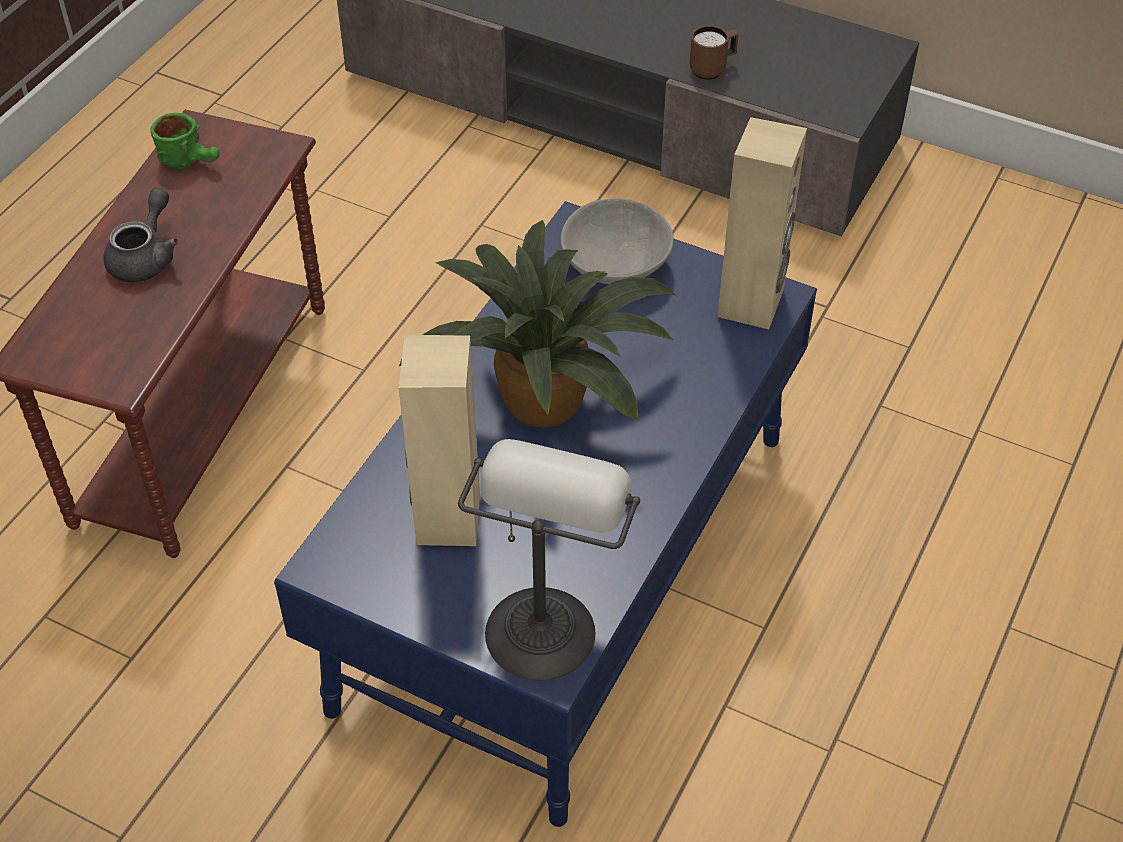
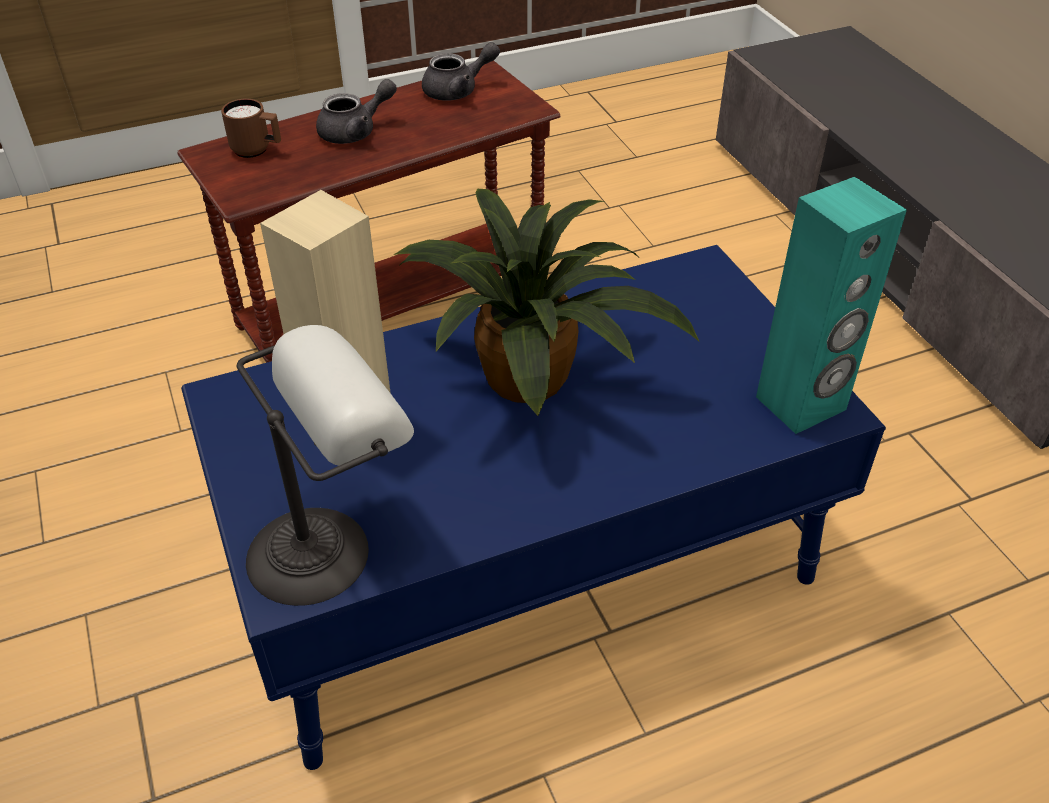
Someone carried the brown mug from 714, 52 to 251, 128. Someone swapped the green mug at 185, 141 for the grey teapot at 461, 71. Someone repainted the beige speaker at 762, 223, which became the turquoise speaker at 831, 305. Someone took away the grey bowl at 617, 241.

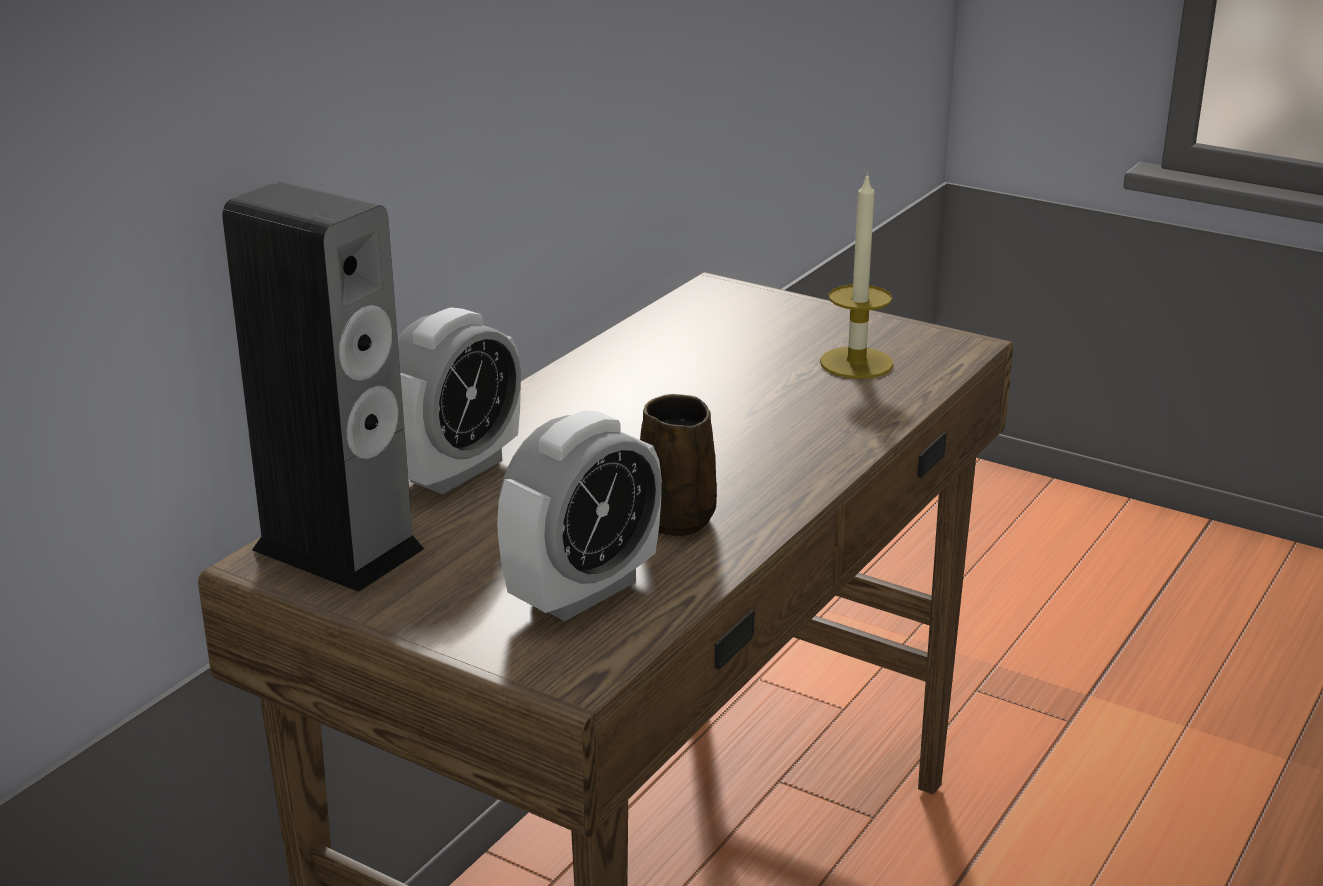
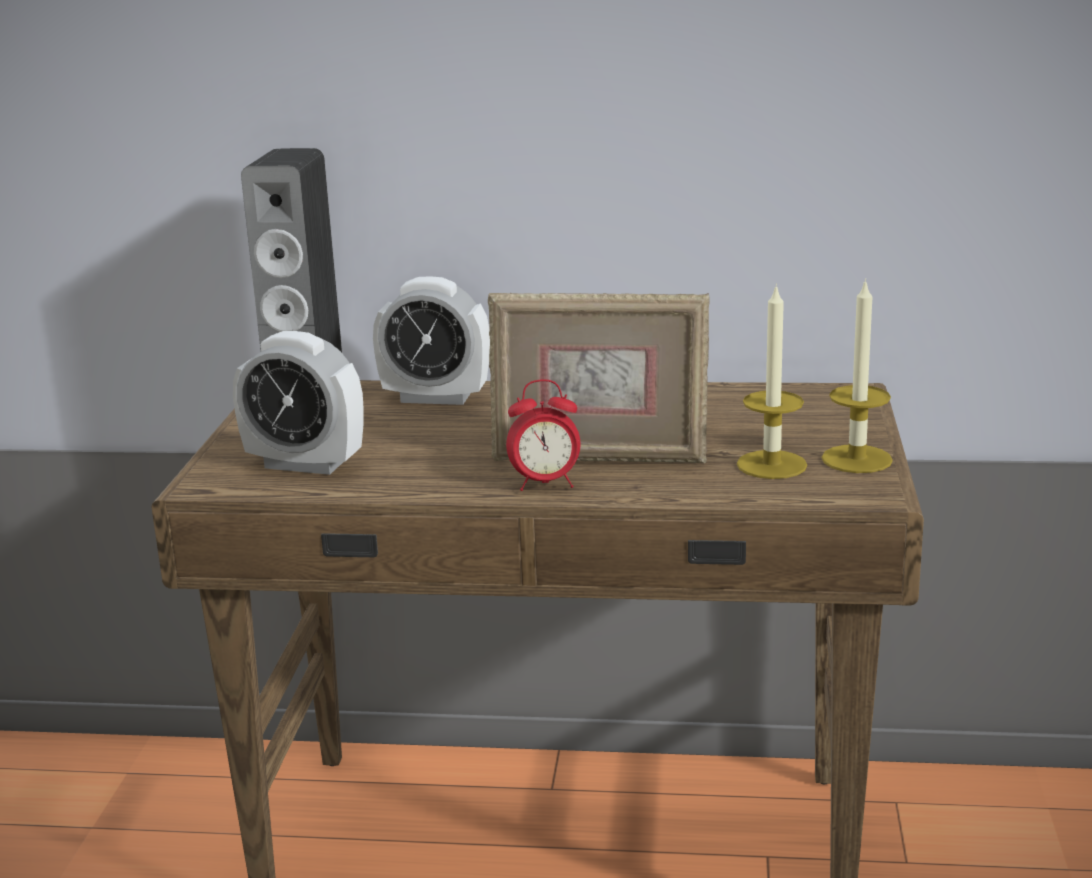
Someone took away the brown mug at 678, 465. Someone put down the candle at 857, 375. Someone put down the picture frame at 598, 378. Someone put down the alarm clock at 543, 435.

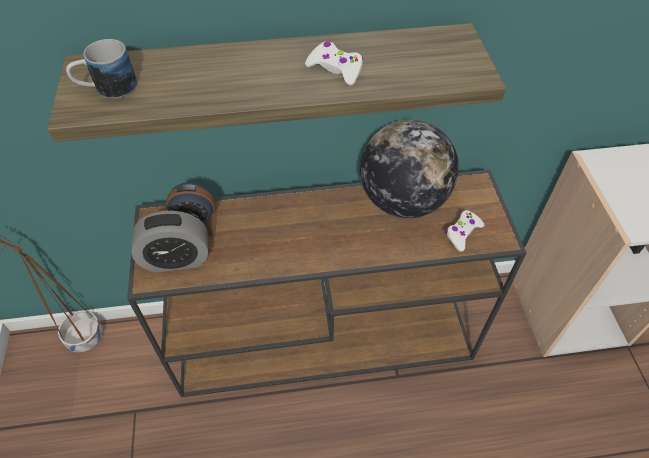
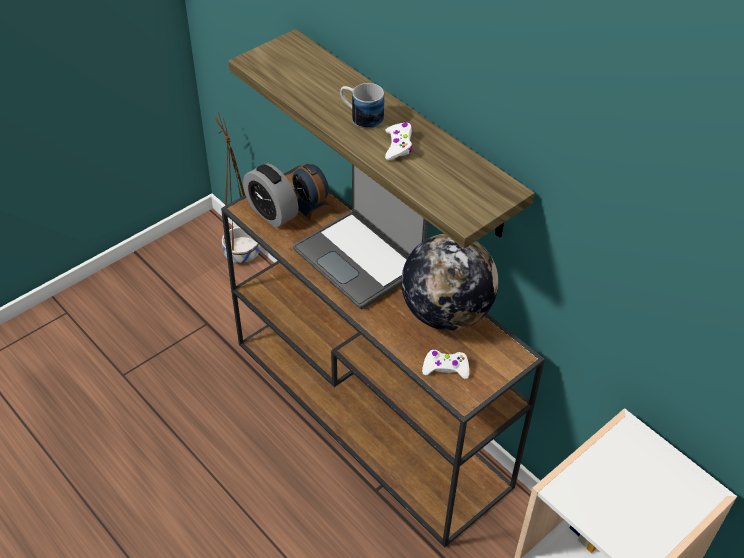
Someone carried the mug from 101, 69 to 362, 106. Someone put down the laptop at 360, 236.

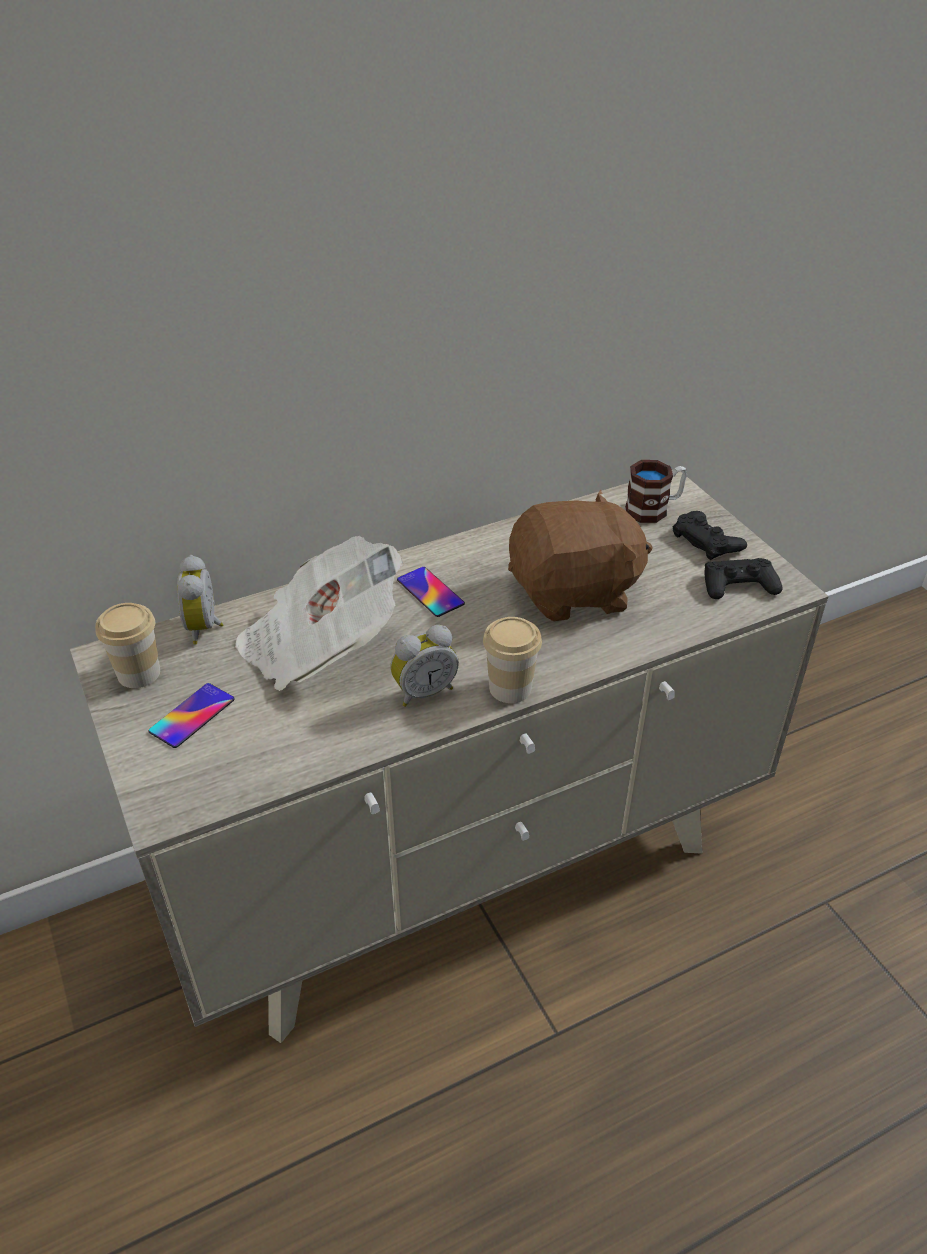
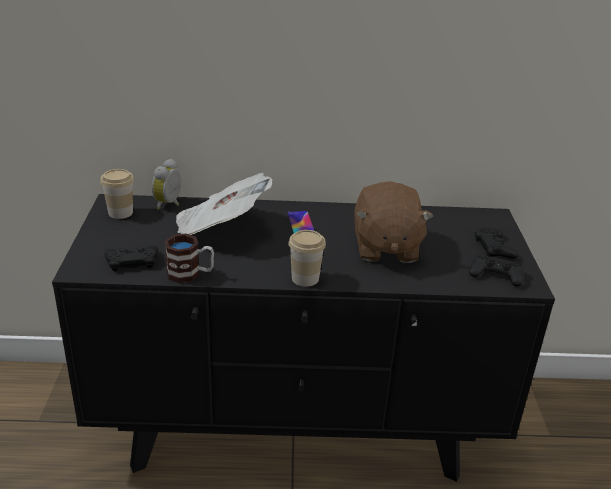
Someone carried the mug from 656, 491 to 189, 258. Someone repainted the beige dresser at 449, 756, which became the black dresser at 303, 338. Someone rotated the brown plush toy at 580, 556 by 75 degrees clockwise. Someone took away the alarm clock at 424, 666. Someone took away the phone at 191, 715. Someone put down the black game controller at 131, 258.

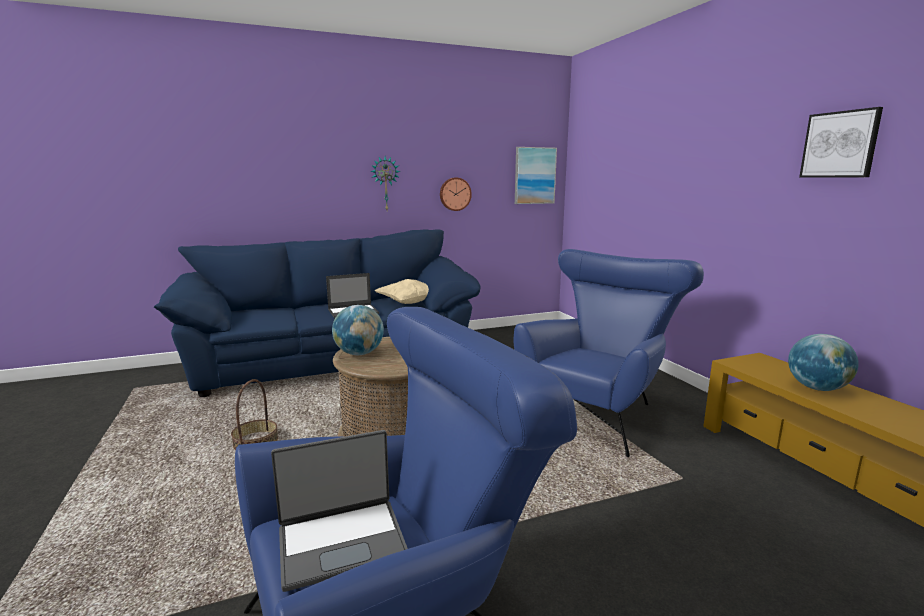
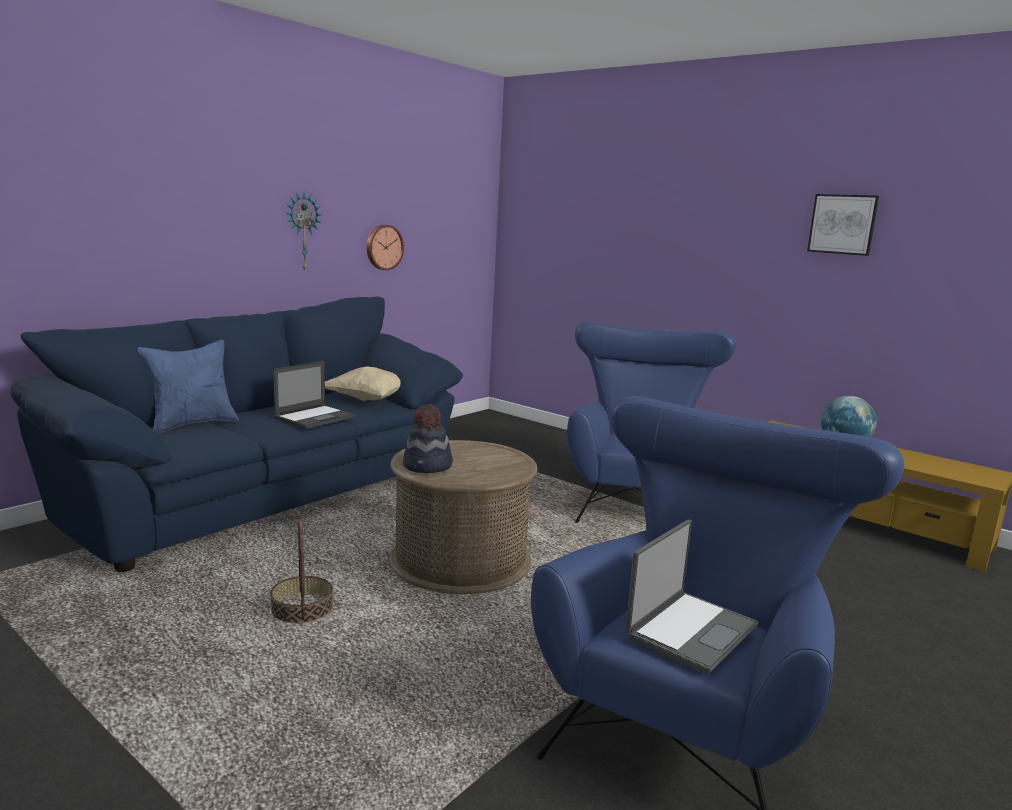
Someone took away the picture at 536, 175. Someone swapped the globe at 358, 330 for the hat at 428, 438. Someone put down the blue pillow at 188, 387.

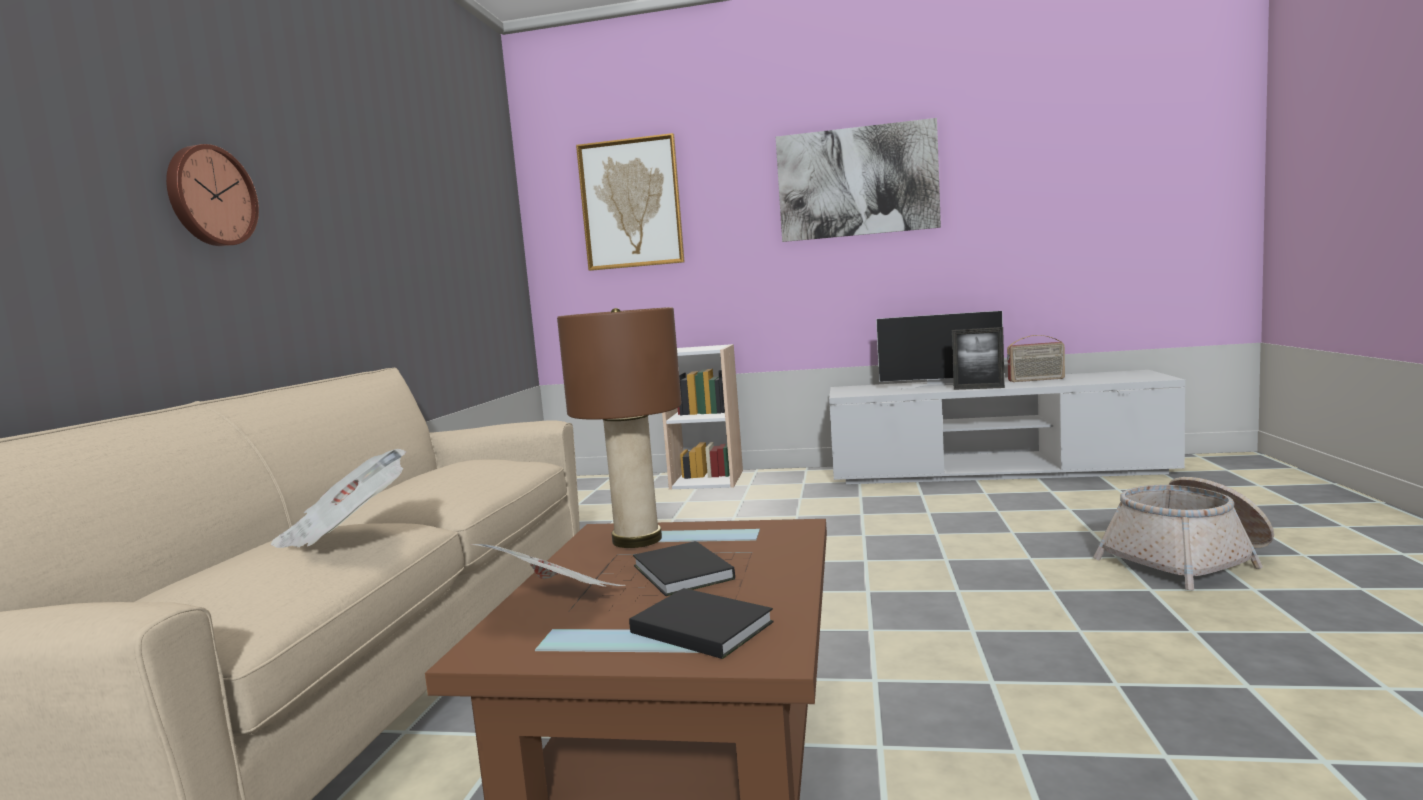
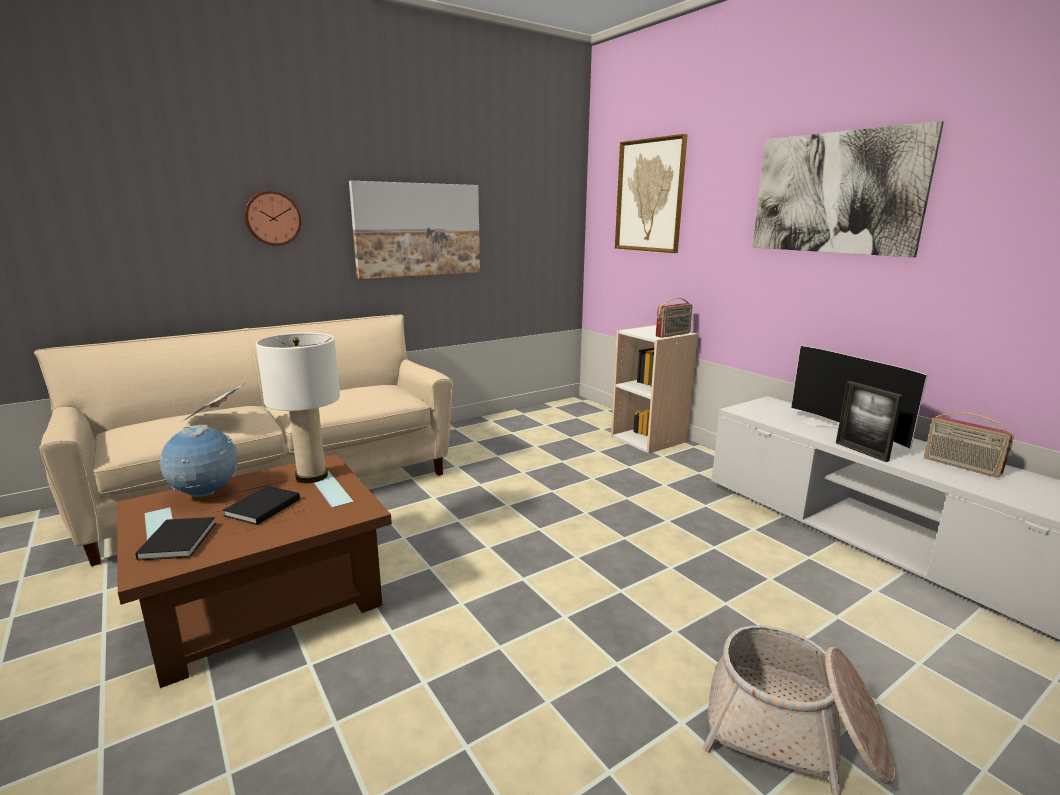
Someone repainted the brown table lamp at 619, 427, which became the white table lamp at 298, 408. Someone swapped the newspaper at 548, 565 for the globe at 198, 461. Someone put up the picture at 414, 230. Someone put down the radio at 674, 318.

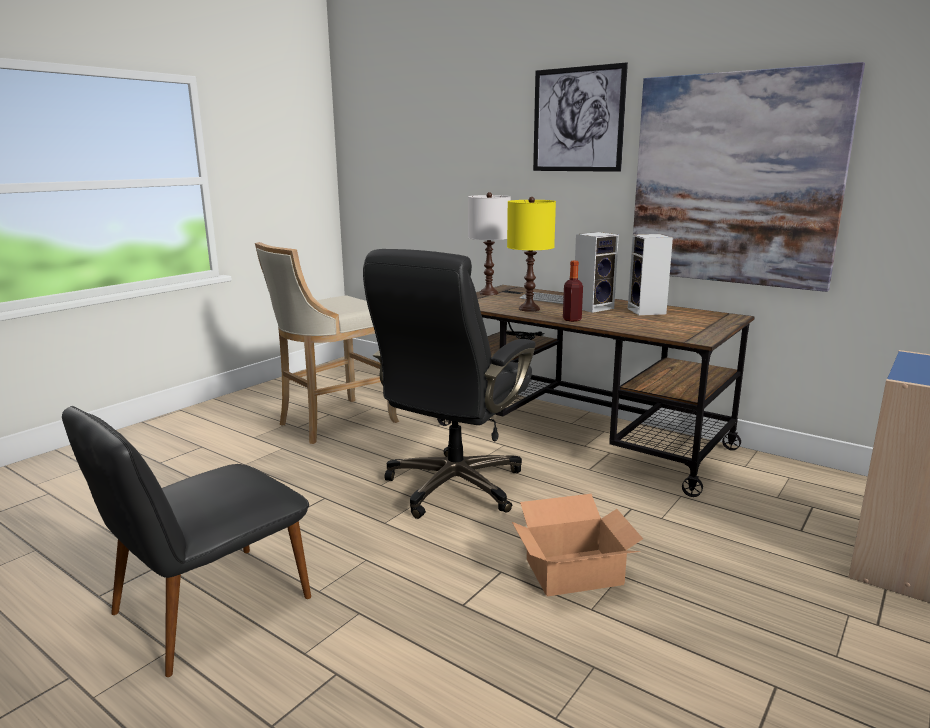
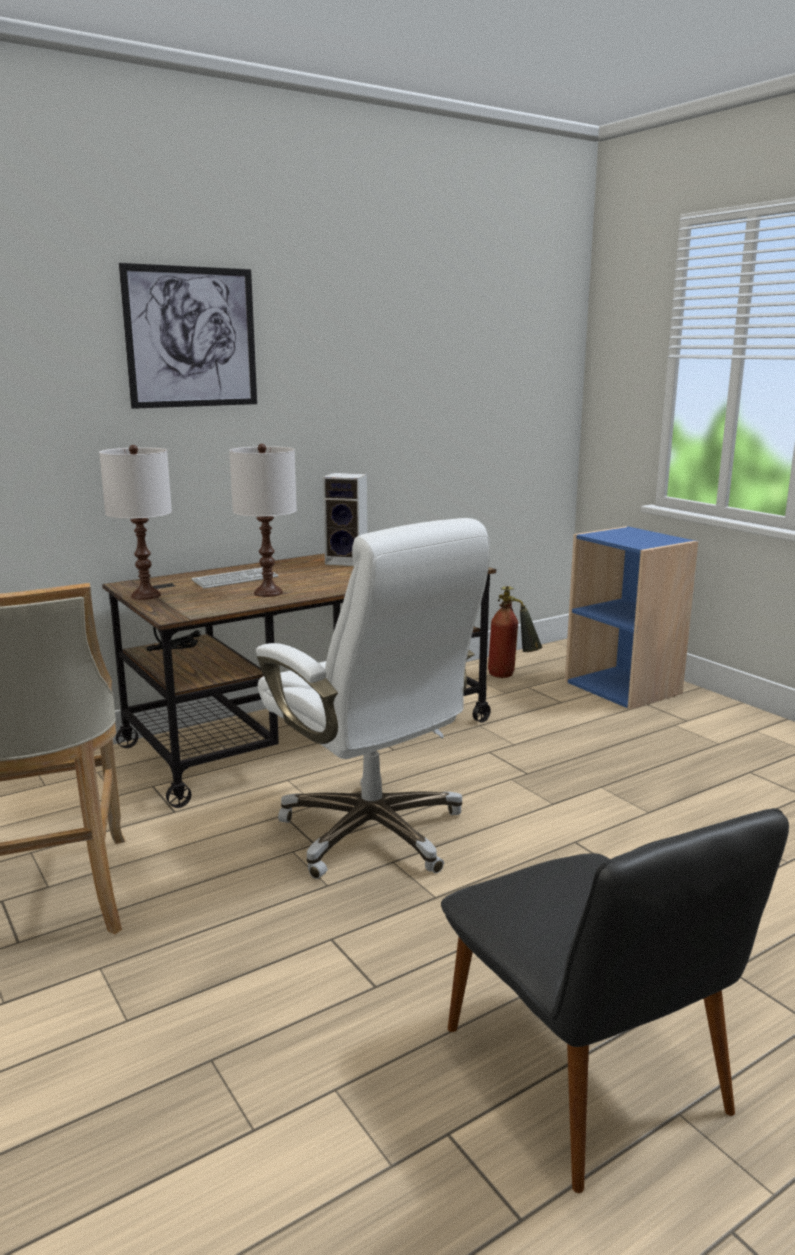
Someone took away the picture at 749, 177. Someone repainted the yellow table lamp at 531, 254, which became the white table lamp at 263, 520. Someone took away the speaker at 597, 272. Someone repainted the black office chair at 449, 384, which became the white office chair at 373, 698. Someone took away the bottle at 573, 291. Someone took away the cardboard box at 577, 545. Someone put down the fire extinguisher at 515, 632.

